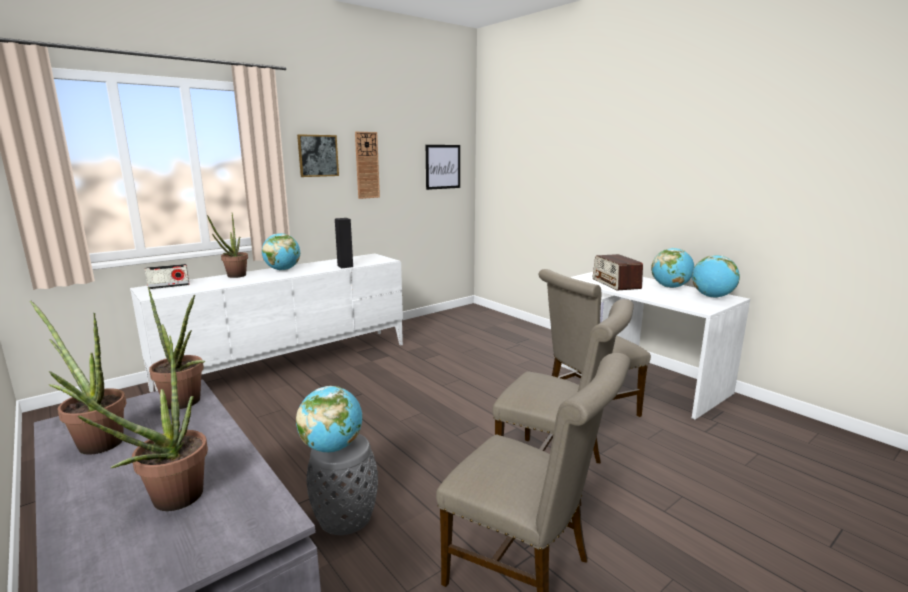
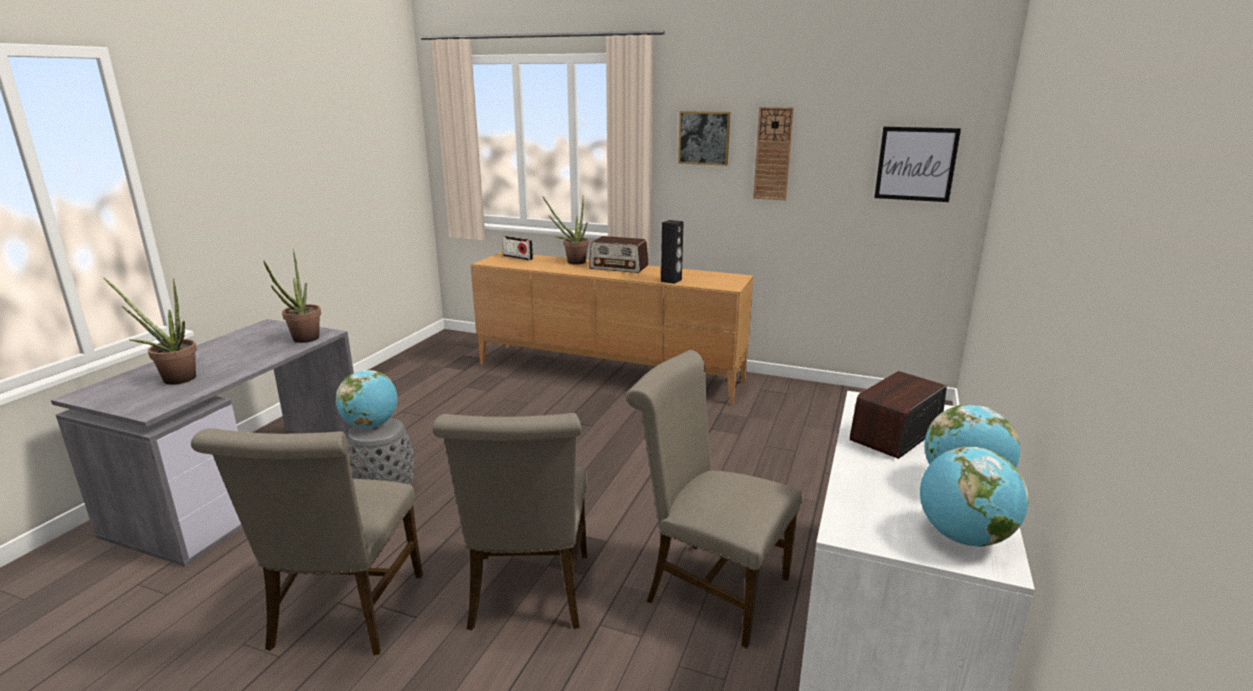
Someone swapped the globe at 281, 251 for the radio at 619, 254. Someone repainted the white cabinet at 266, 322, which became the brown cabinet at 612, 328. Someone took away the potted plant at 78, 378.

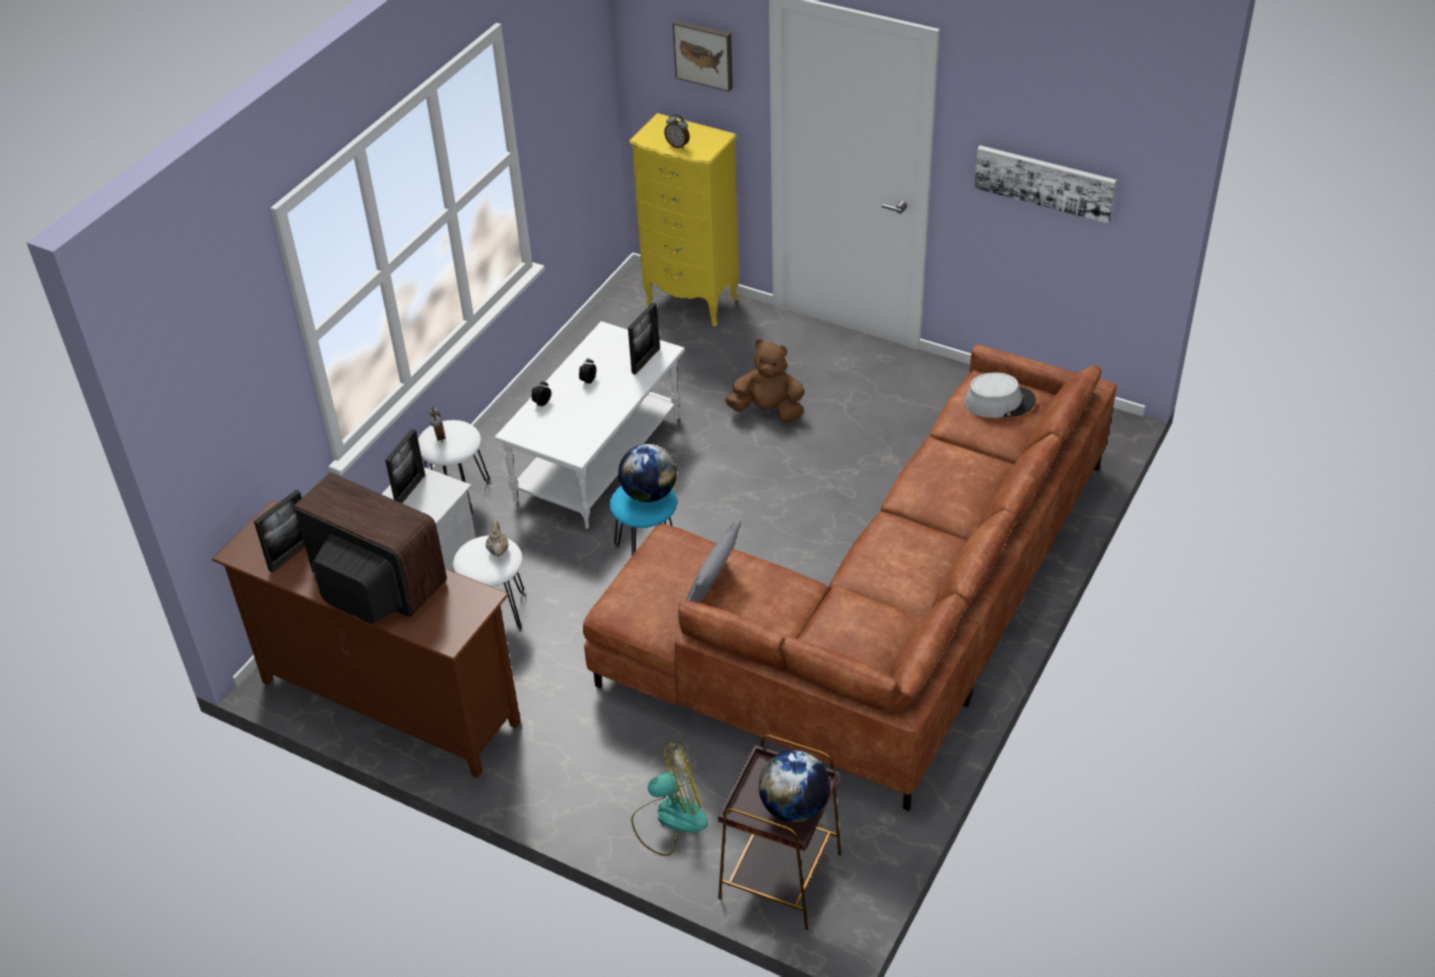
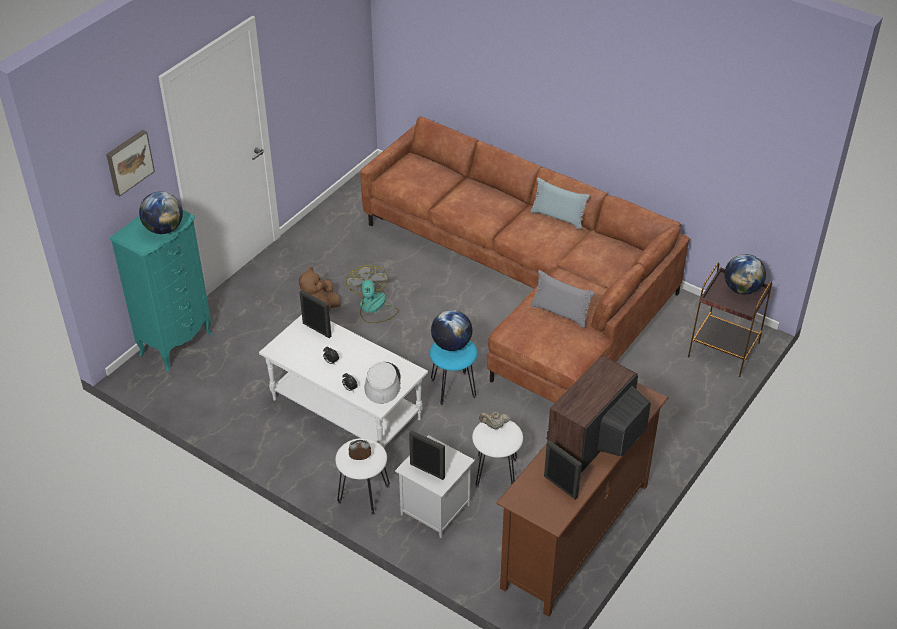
Someone repainted the yellow dresser at 684, 219, which became the turquoise dresser at 161, 291. Someone swapped the alarm clock at 677, 131 for the globe at 161, 213. Someone took away the picture at 1045, 184. Someone carried the grey hat from 1000, 395 to 382, 383. Someone carried the fan from 669, 799 to 372, 294. Someone put down the blue pillow at 560, 203.

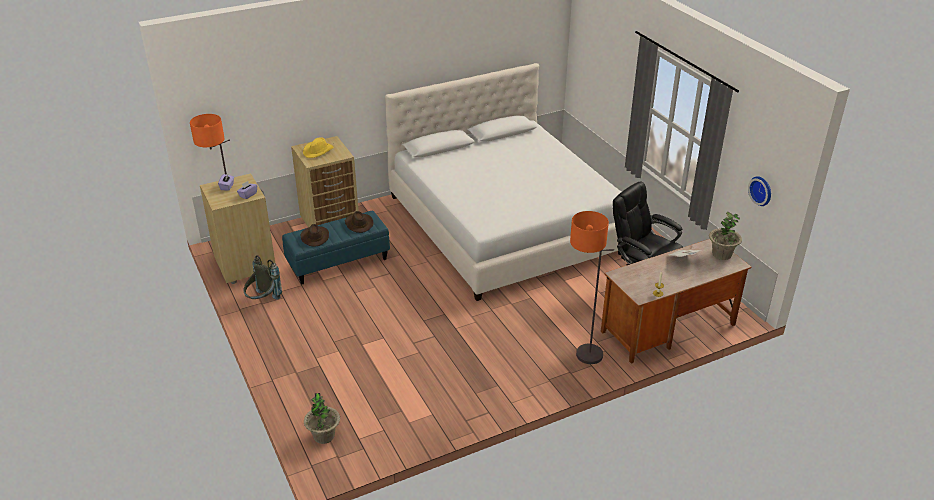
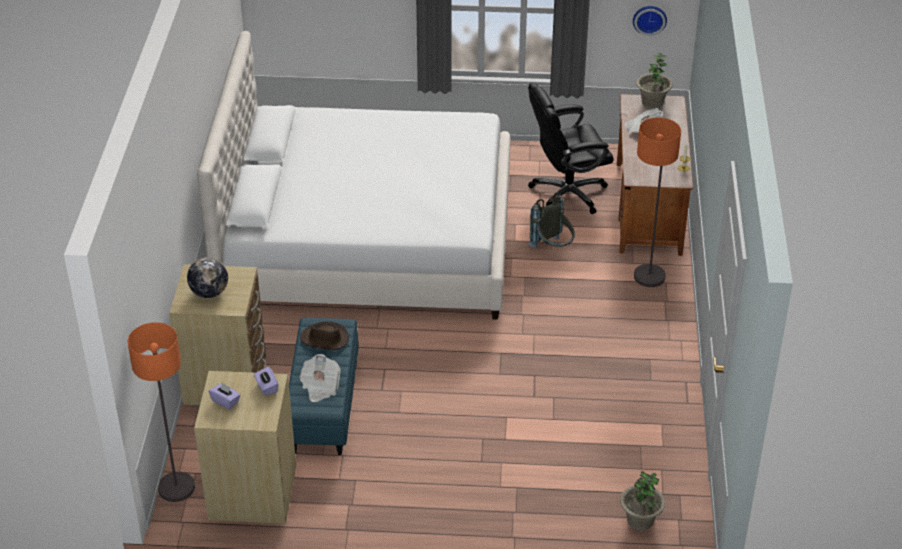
Someone swapped the yellow hat at 318, 147 for the globe at 207, 277. Someone swapped the brown hat at 315, 235 for the newspaper at 320, 378. Someone carried the grey backpack from 263, 277 to 551, 220.

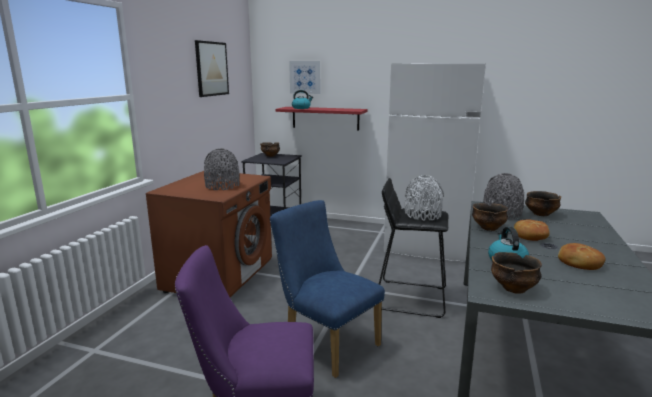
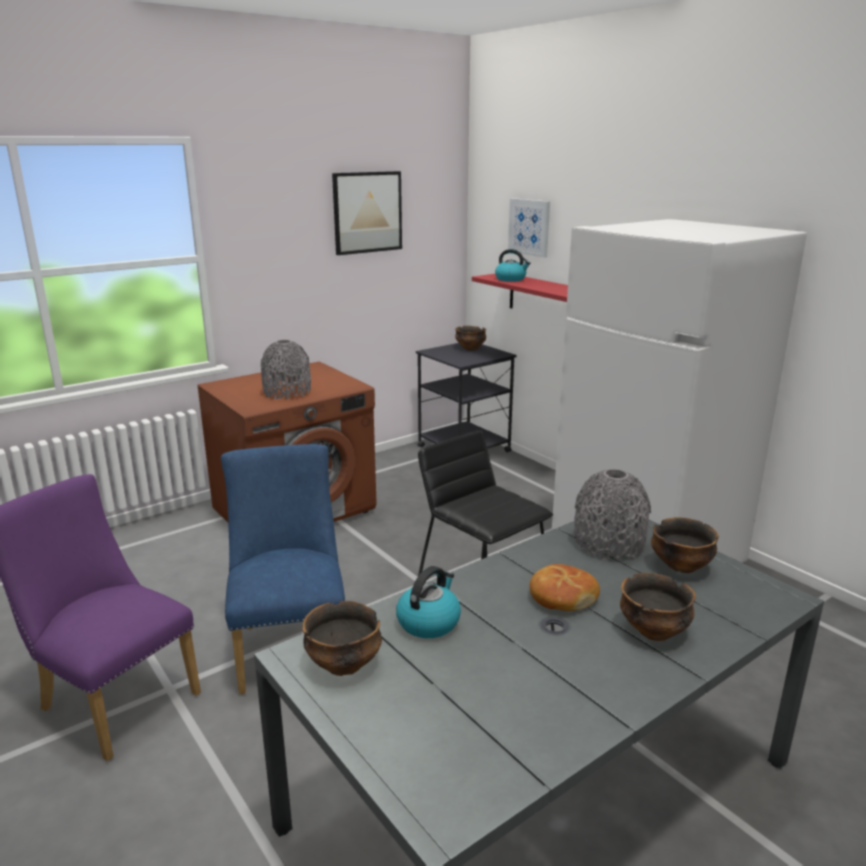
Someone took away the grey vase at 424, 198. Someone carried the bowl from 490, 217 to 658, 606. Someone took away the bread at 582, 256.

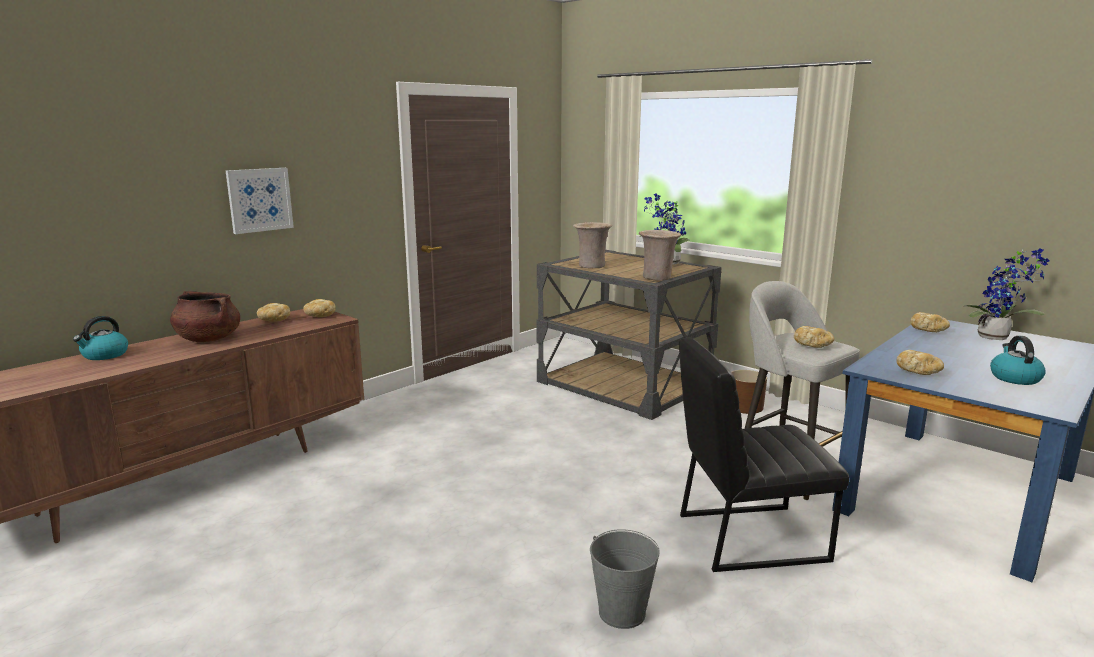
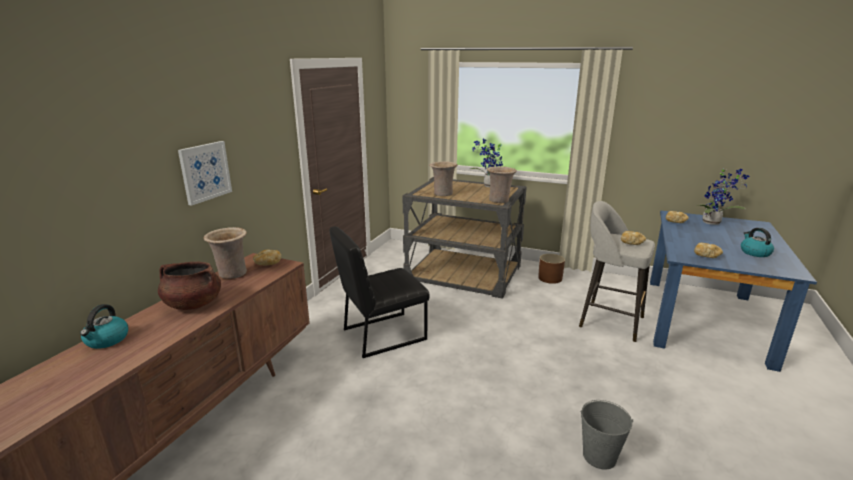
Someone swapped the bread at 273, 312 for the beige vase at 225, 253. Someone carried the black chair from 764, 454 to 380, 292.

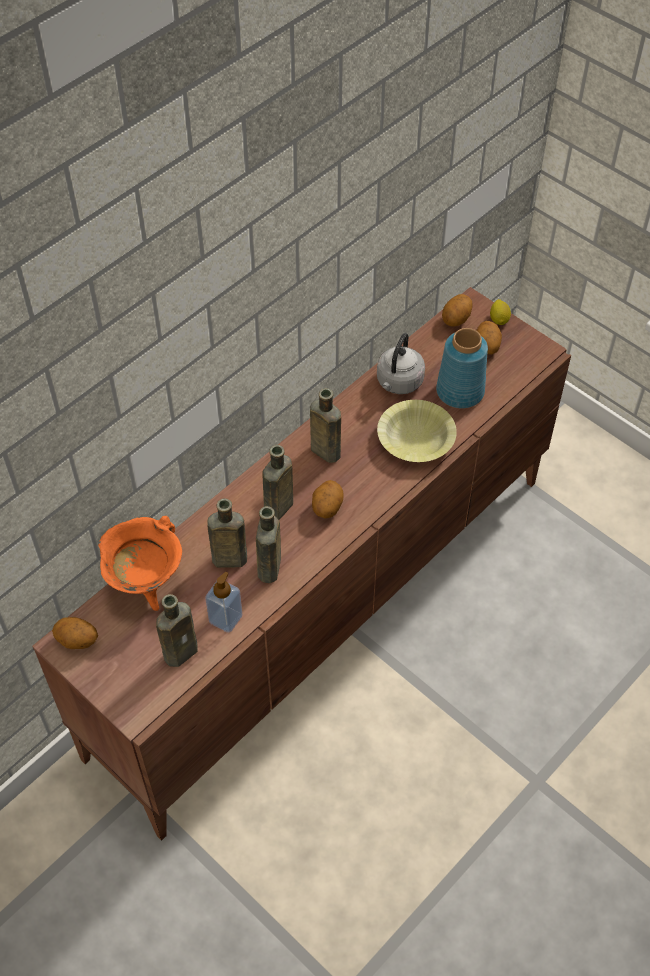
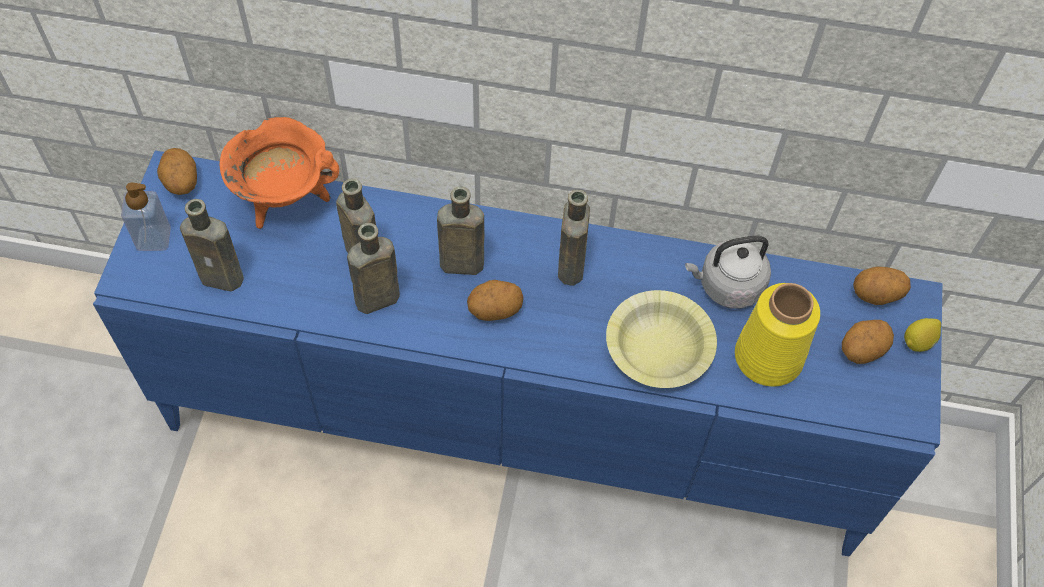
Someone repainted the brown cabinet at 301, 564, which became the blue cabinet at 517, 353. Someone repainted the blue vase at 462, 368, which became the yellow vase at 777, 335. Someone carried the soap dispenser from 223, 602 to 146, 216.

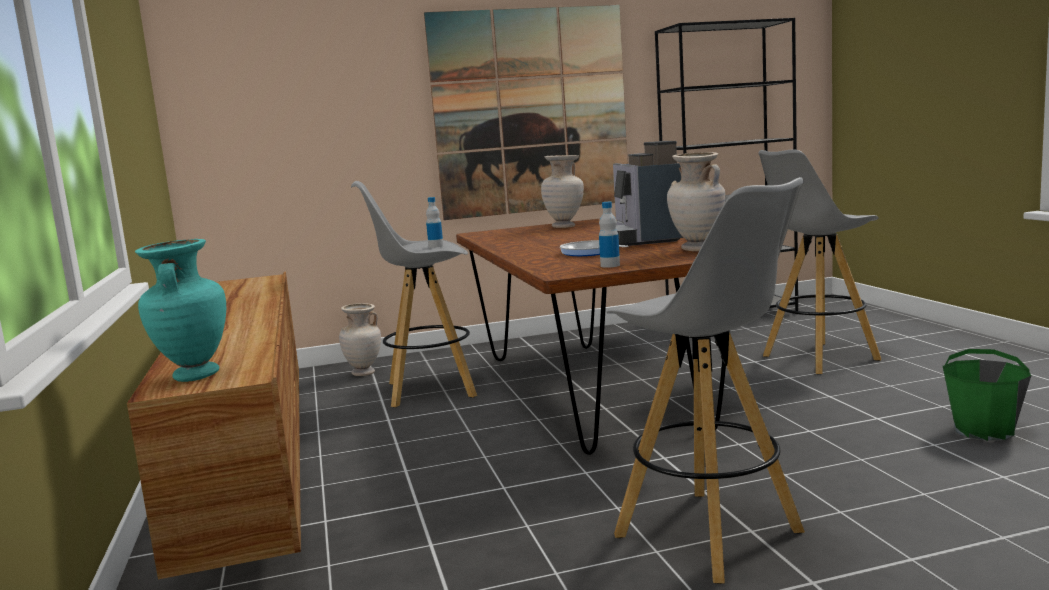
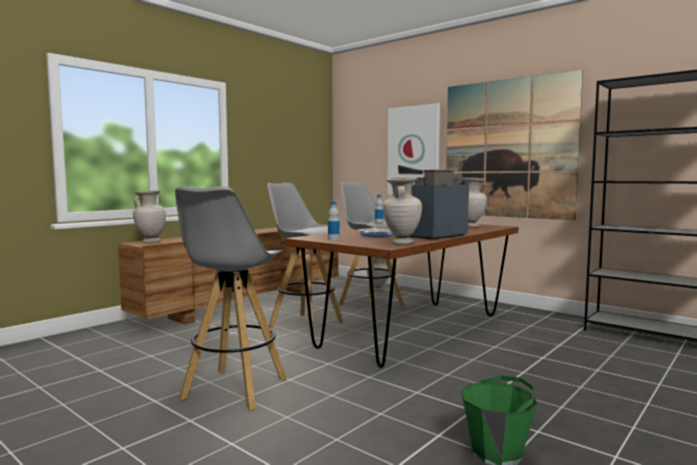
Someone carried the grey stool from 819, 261 to 305, 259. Someone repainted the turquoise vase at 180, 310, which became the beige vase at 149, 216. Someone put up the picture at 413, 149.

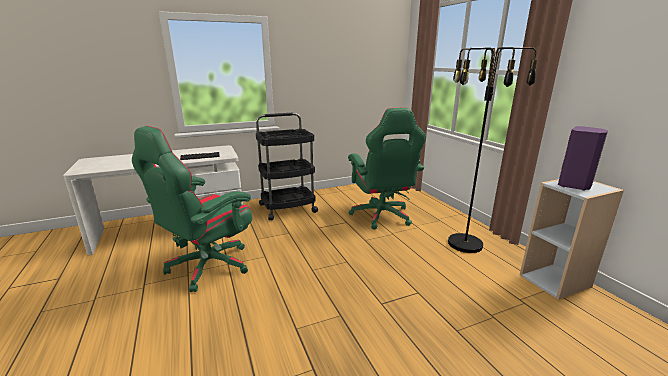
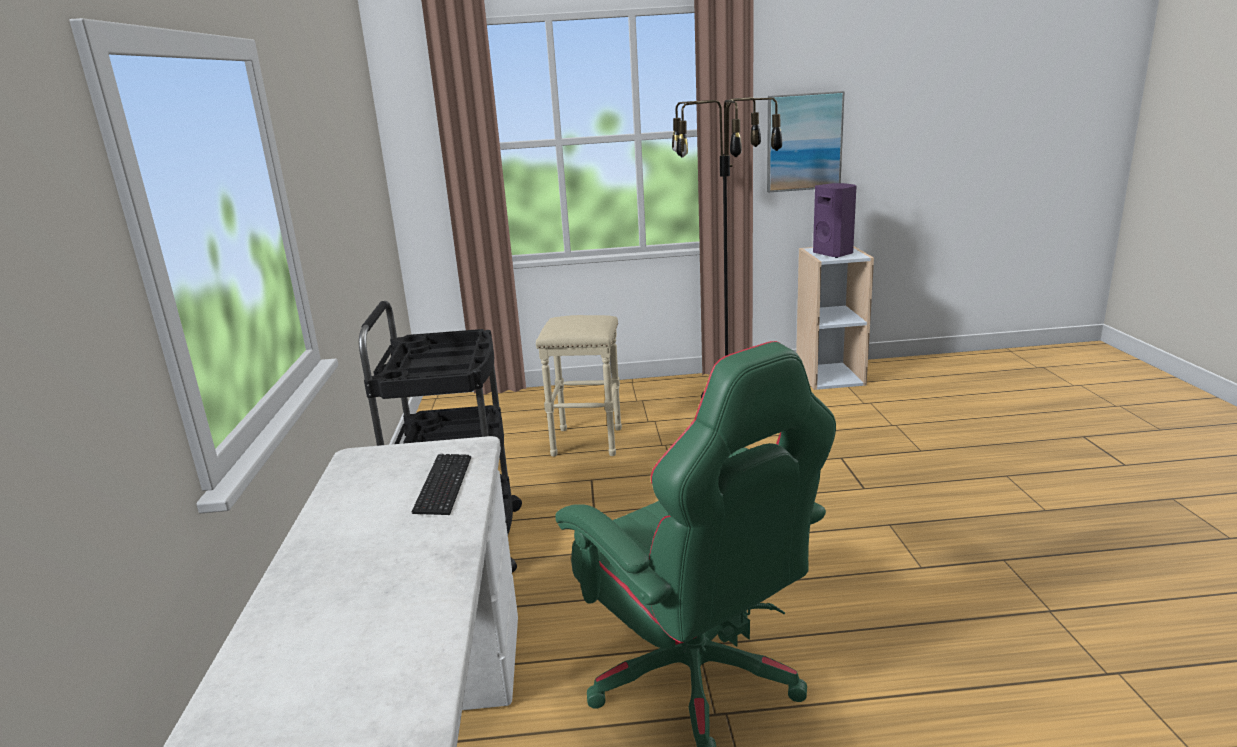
Someone swapped the green office chair at 387, 168 for the beige stool at 579, 386. Someone put up the picture at 806, 141.

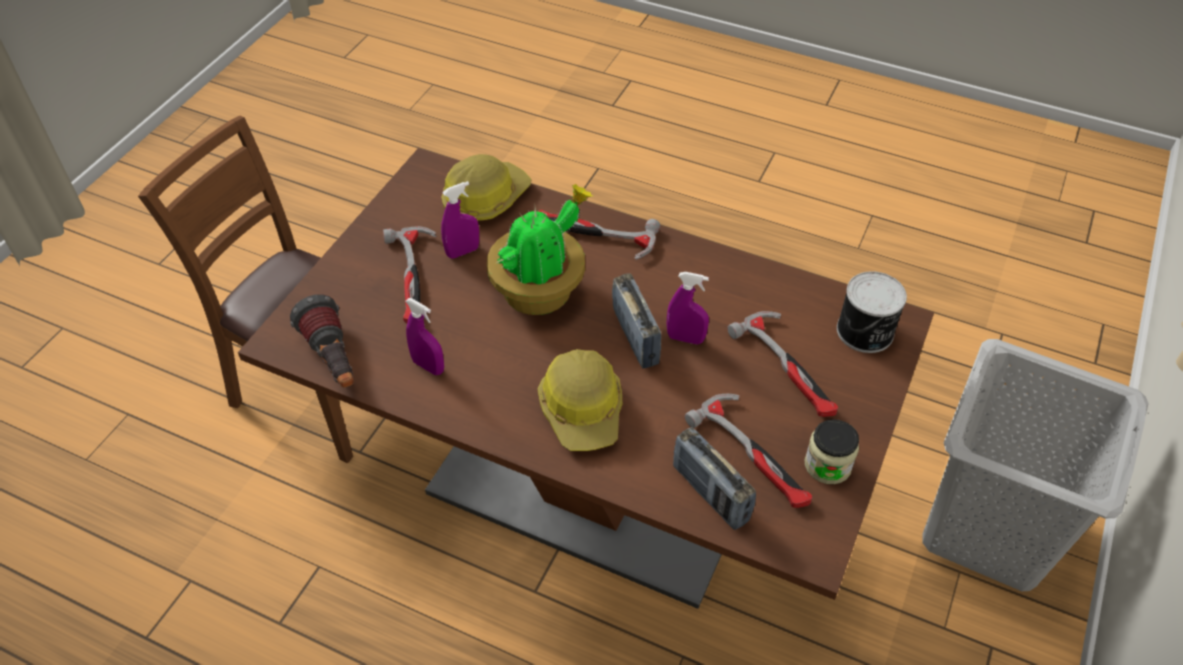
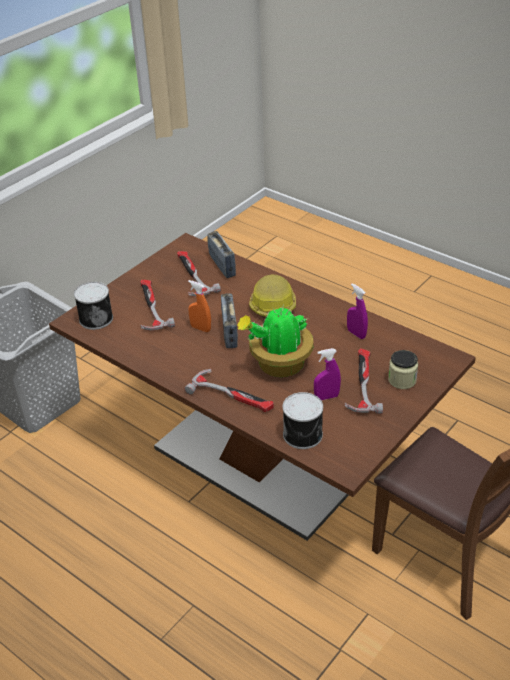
Someone swapped the hard hat at 486, 187 for the can at 303, 420. Someone repainted the purple spray bottle at 688, 308, which became the orange spray bottle at 199, 306. Someone took away the flashlight at 322, 341. Someone carried the jar from 832, 451 to 403, 369.

